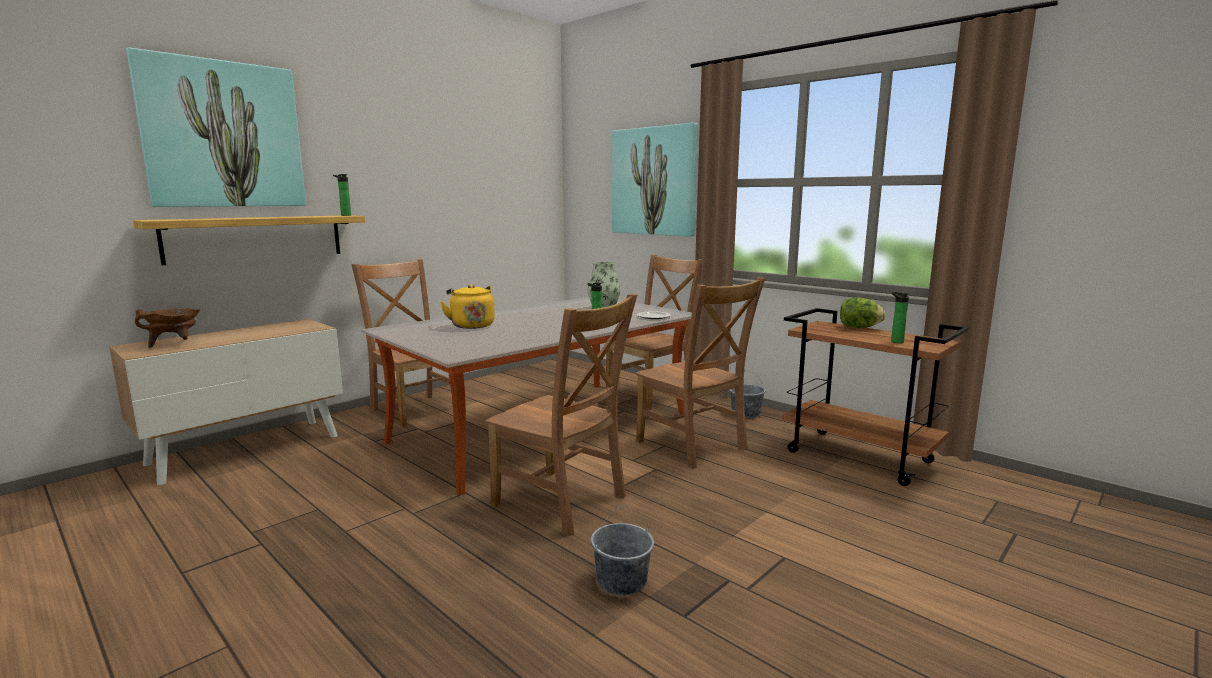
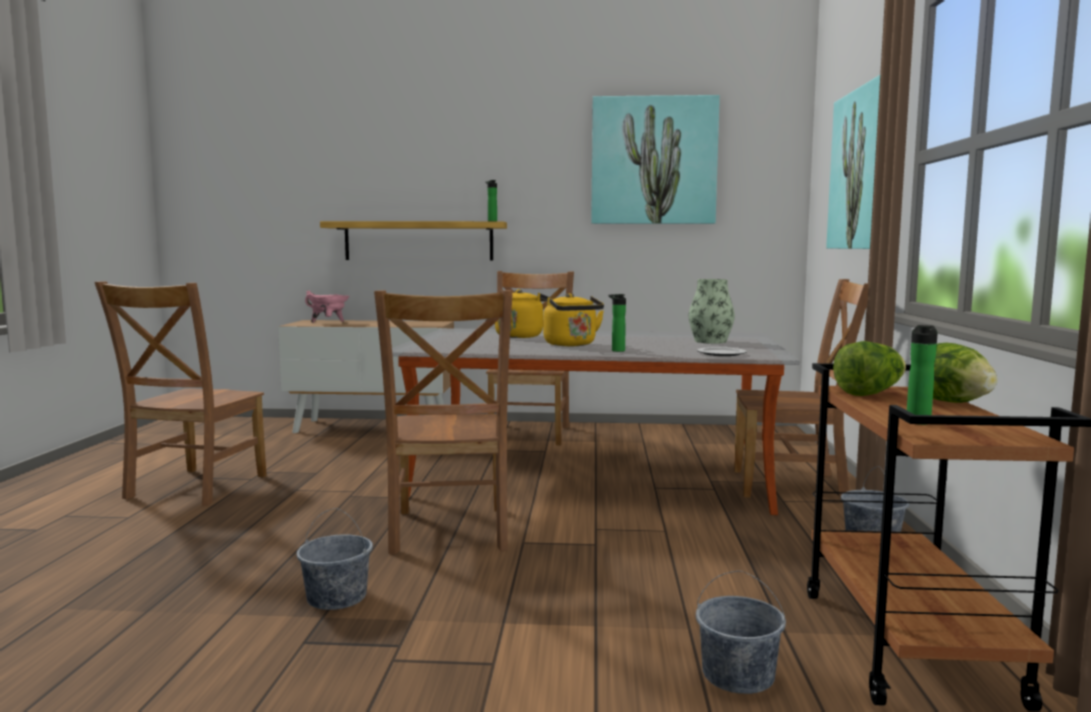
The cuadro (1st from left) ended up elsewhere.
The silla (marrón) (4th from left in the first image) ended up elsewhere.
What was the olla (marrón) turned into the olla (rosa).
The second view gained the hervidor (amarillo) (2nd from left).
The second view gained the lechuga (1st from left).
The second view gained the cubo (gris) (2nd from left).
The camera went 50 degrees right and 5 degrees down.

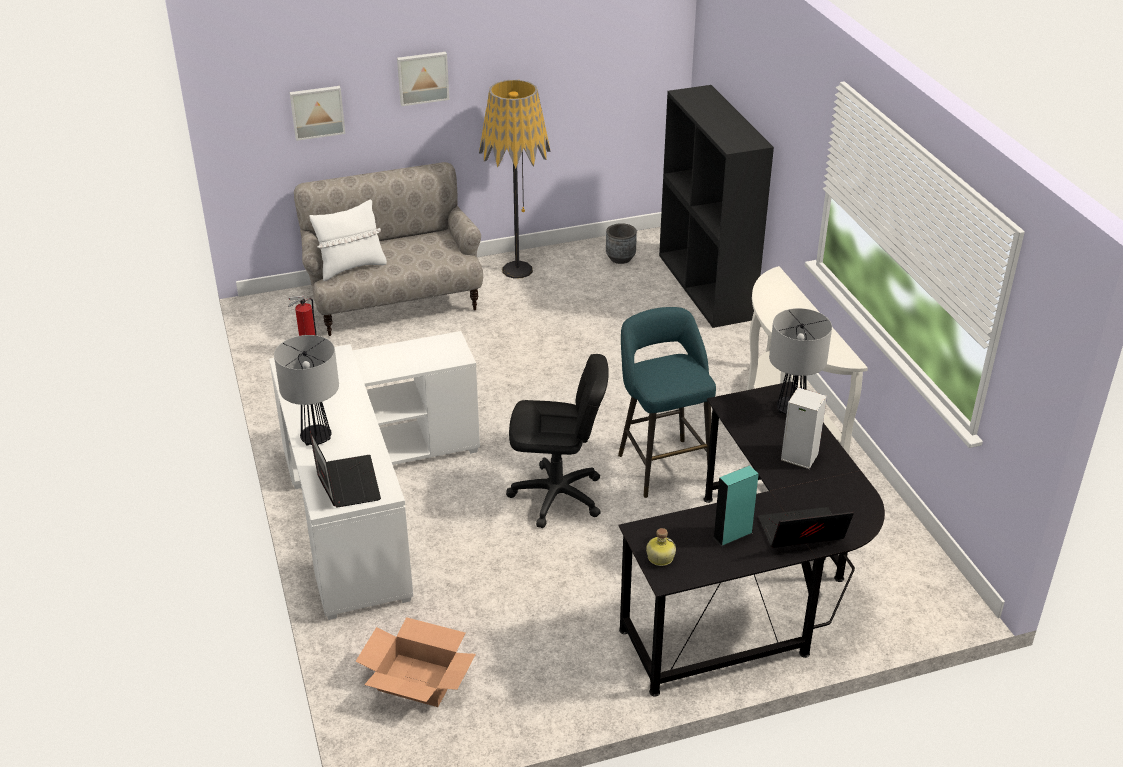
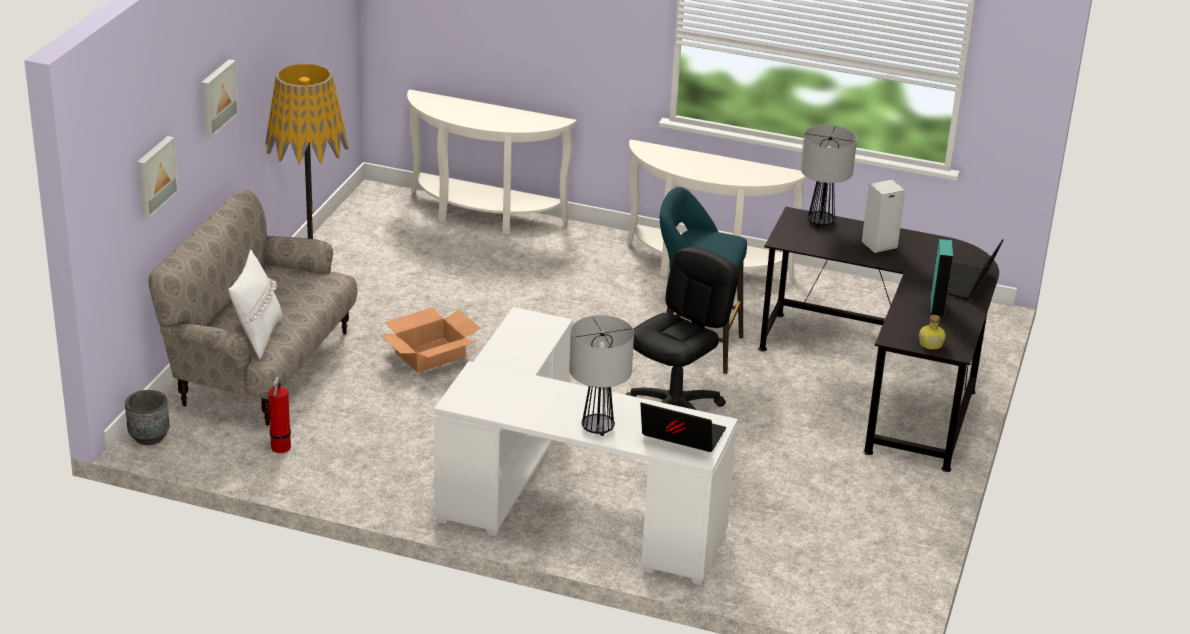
Where the estantería (negro) stood, the mesa consola (blanco) (1st from left) came to stand.
The maceta (gris) ended up elsewhere.
The caja de cartón ended up elsewhere.
The camera went 55 degrees left and 5 degrees down.

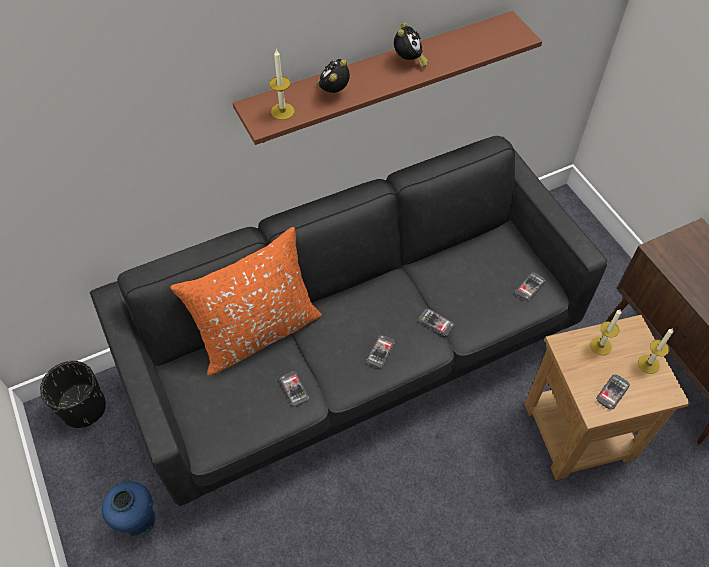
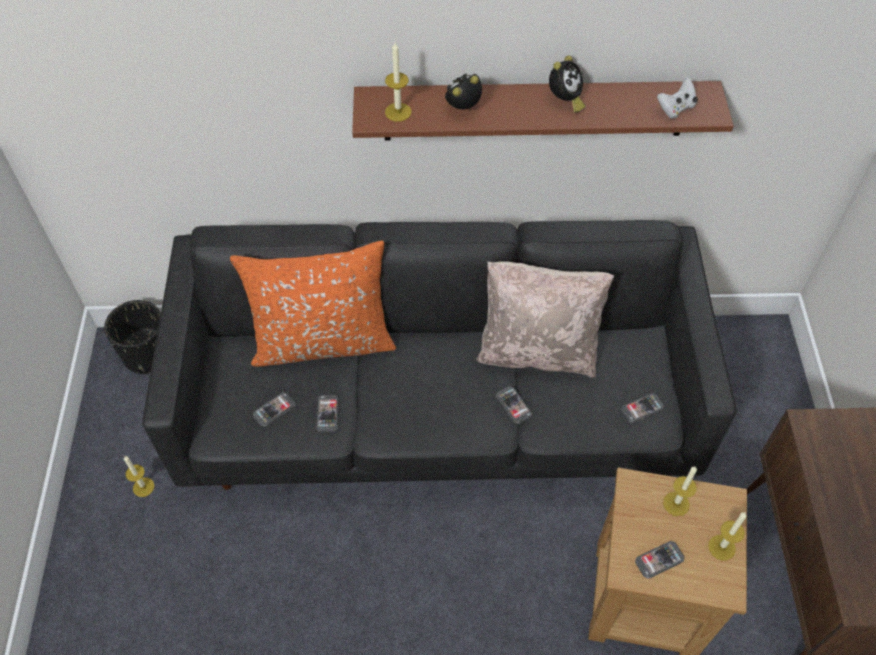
The móvil (2nd from left in the first image) ended up elsewhere.
Where the florero (azul) stood, the vela (1st from left) came to stand.
The second view gained the mando de consola (blanco).
The second view gained the cojín (beis).
The camera went 25 degrees right and 0 degrees up.

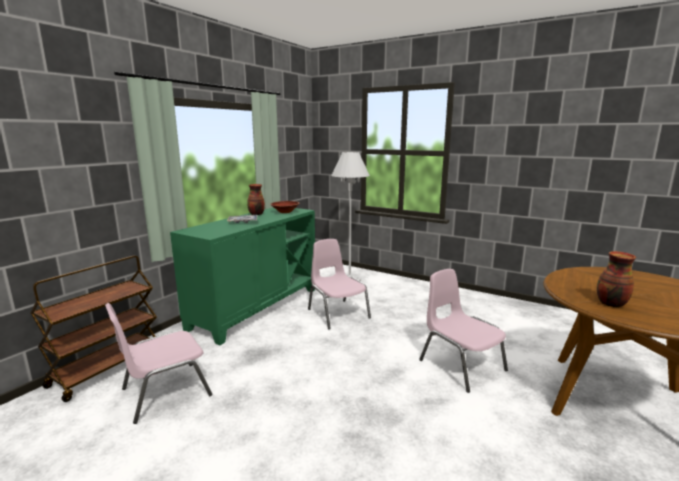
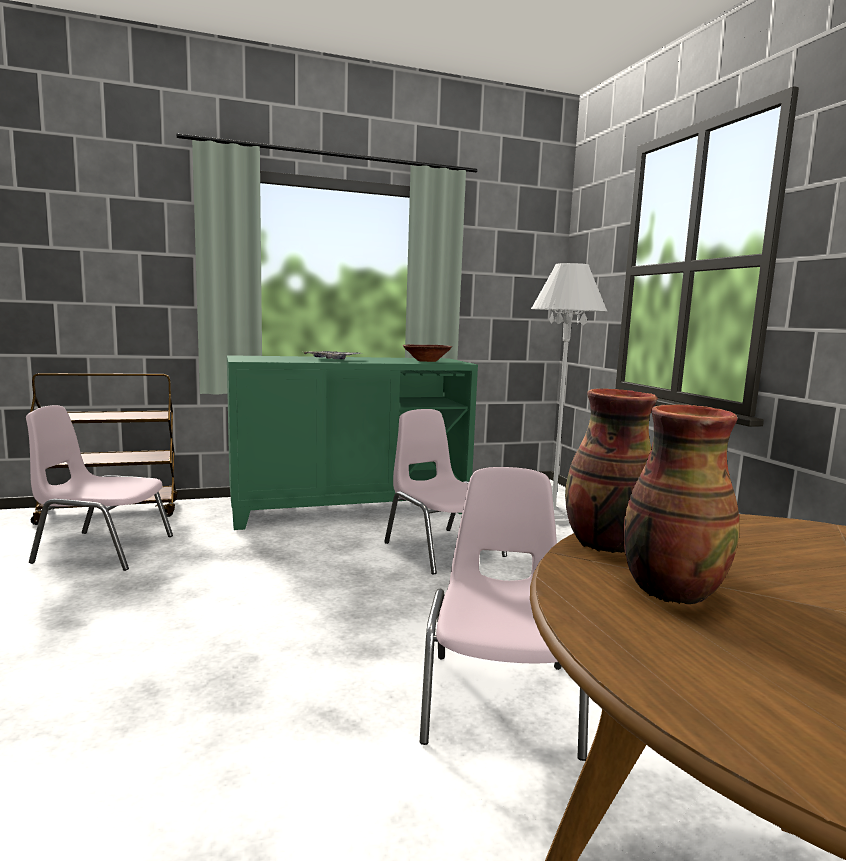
The florero (1st from left) ended up elsewhere.
The silla (rosa) (2nd from left) ended up facing another way, 45 degrees counterclockwise from before.
The camera went 40 degrees right and 5 degrees down.

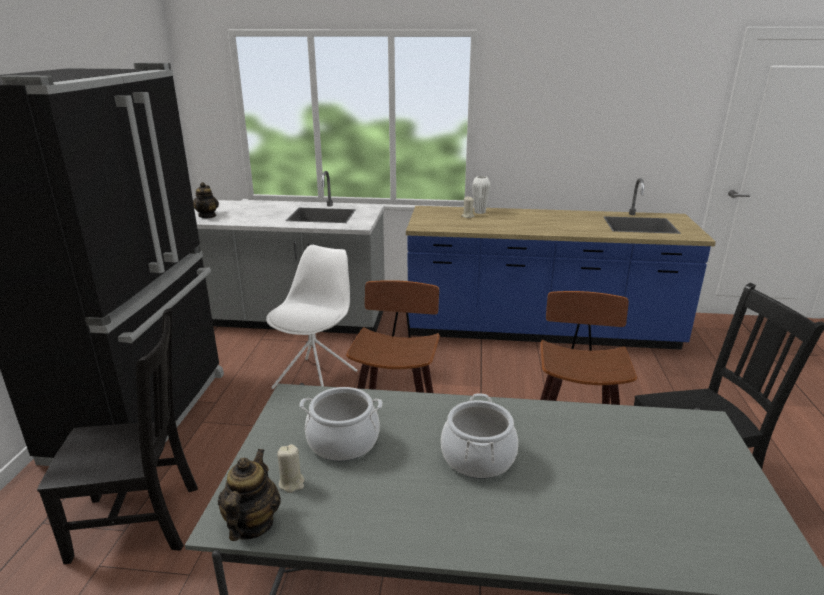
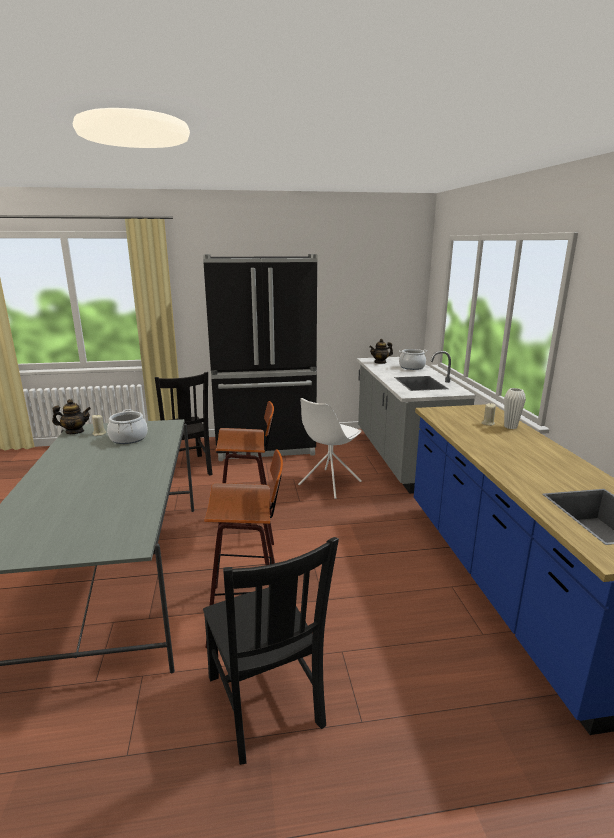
The silla (blanco) ended up facing another way, 120 degrees clockwise from before.
The olla (2nd from left) ended up elsewhere.
The camera went 75 degrees right and 5 degrees down.

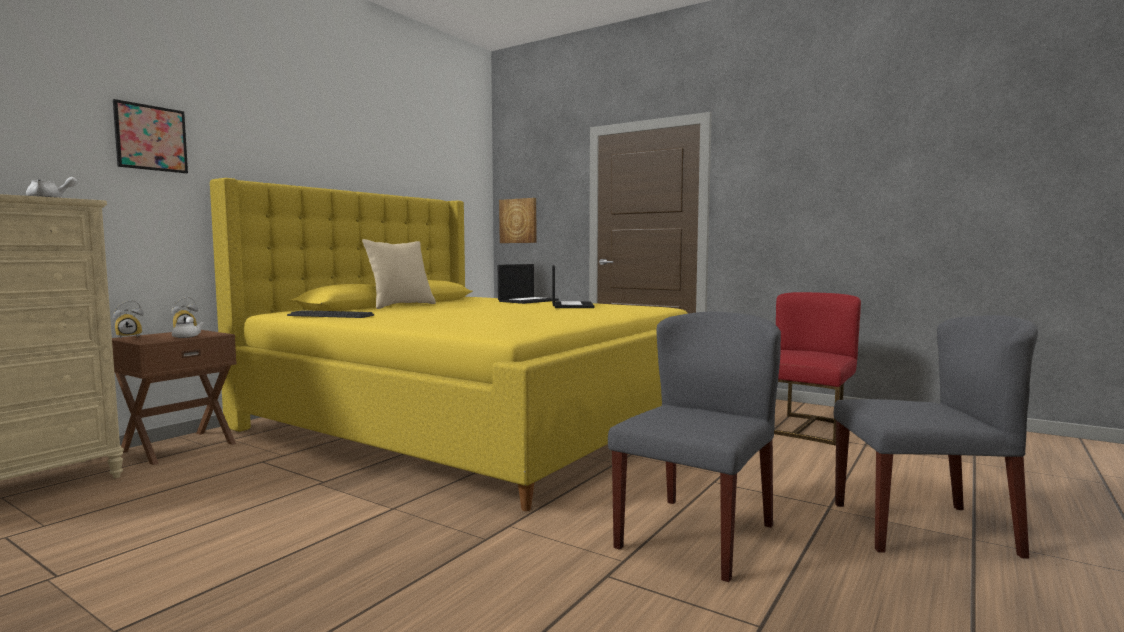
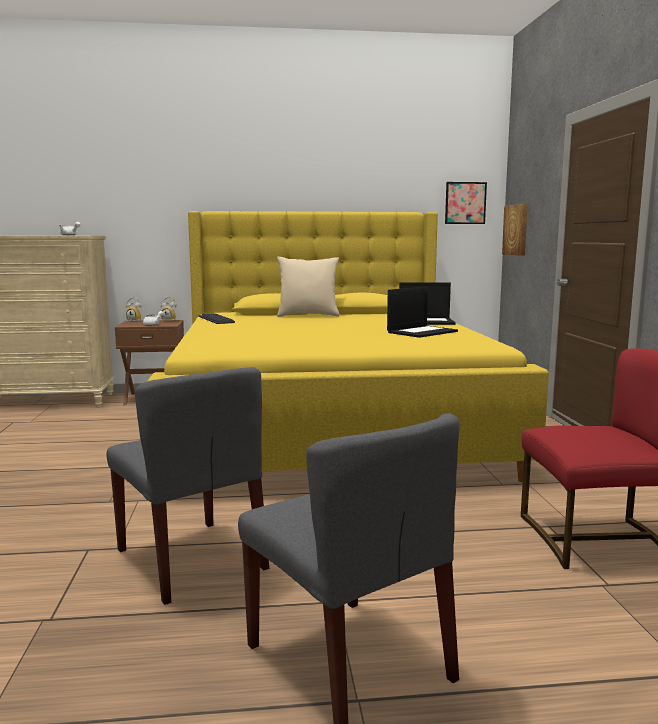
The cuadro (1st from left) ended up elsewhere.
The silla (gris) (1st from left) ended up facing another way, 60 degrees clockwise from before.
The camera went 50 degrees right and 5 degrees up.

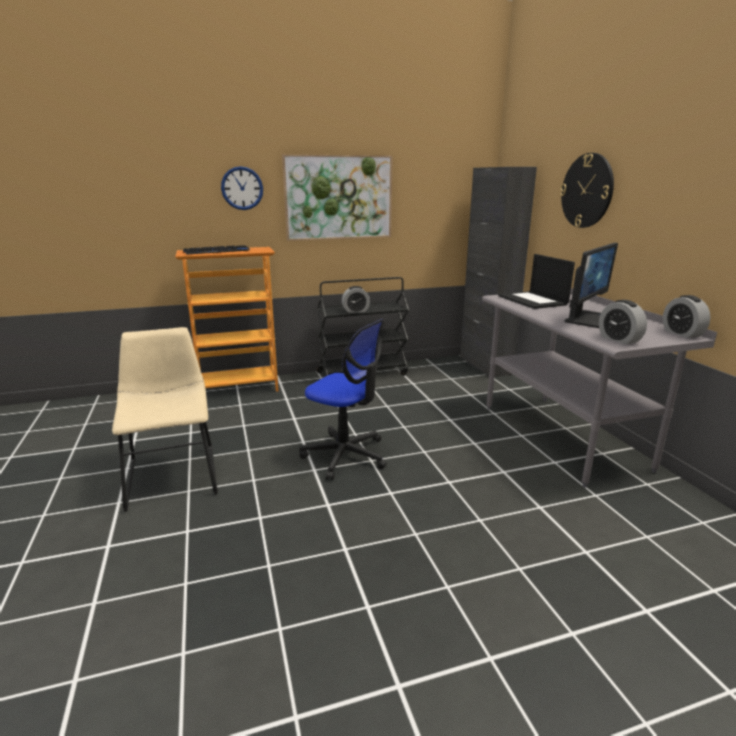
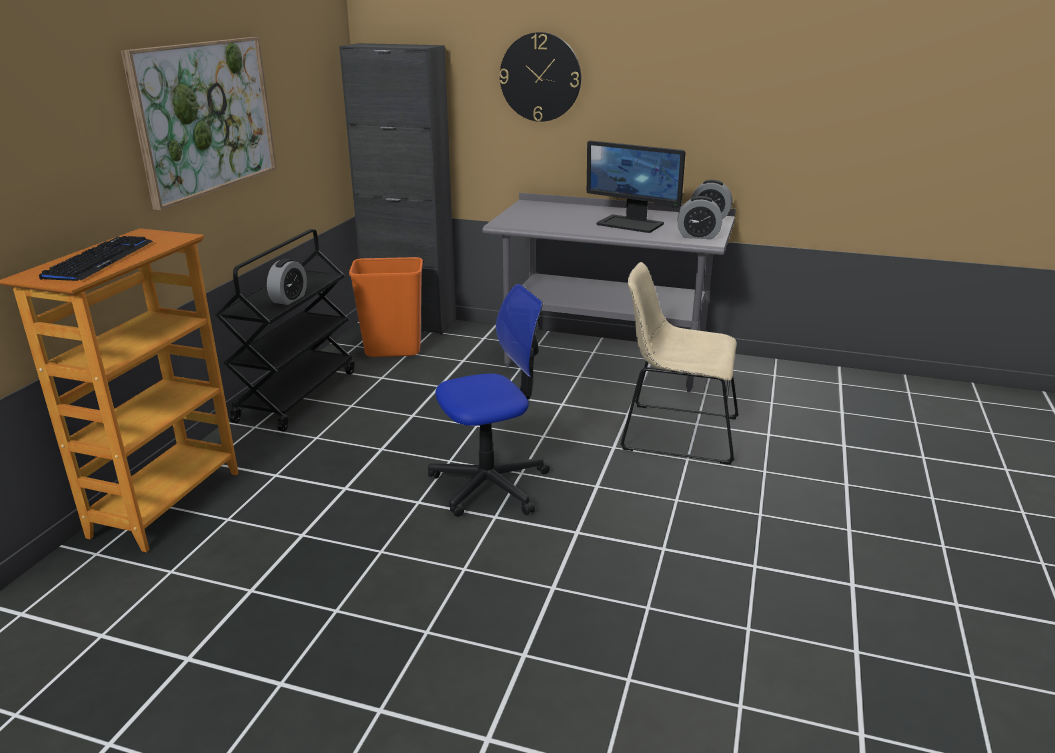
The second view lost the reloj de pared (1st from left).
The monitor ended up facing another way, 135 degrees clockwise from before.
The second view lost the portátil.
The silla (beis) ended up elsewhere.
The second view gained the papelera (naranja).
The camera went 55 degrees left and 5 degrees up.

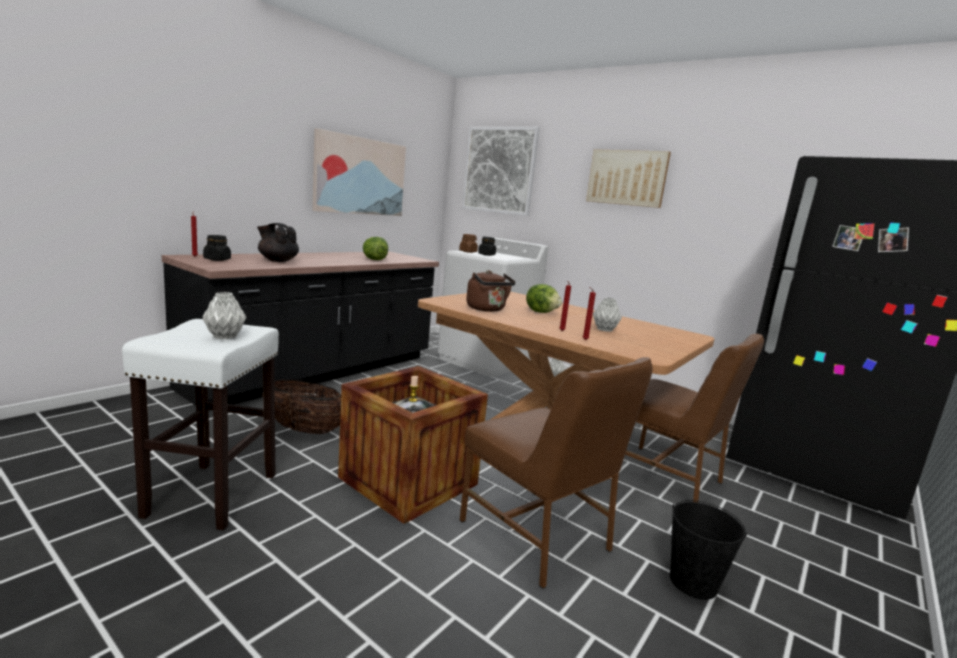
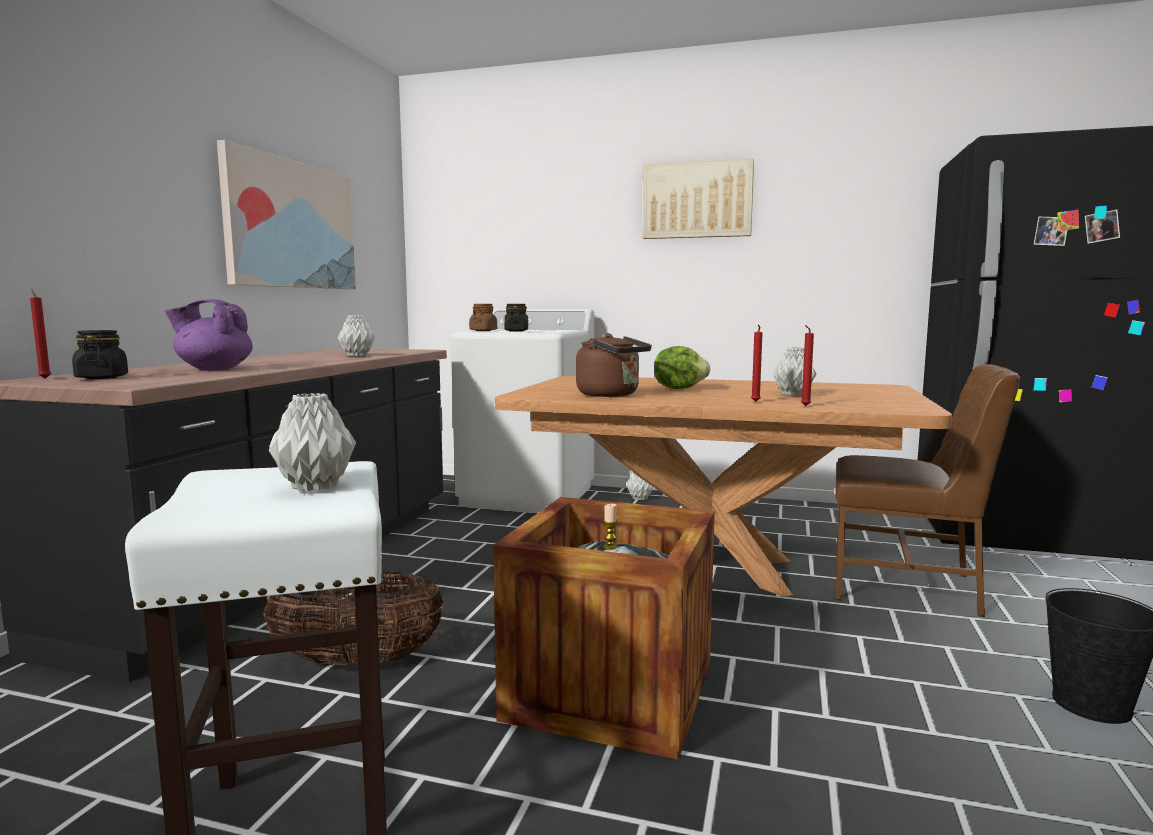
The second view lost the cuadro (2nd from left).
What was the tetera (negro) turned into the tetera (morado).
Where the lechuga (1st from left) stood, the florero (gris) (2nd from left) came to stand.
The second view lost the silla (marrón) (1st from left).
The camera went 20 degrees left and 5 degrees down.

